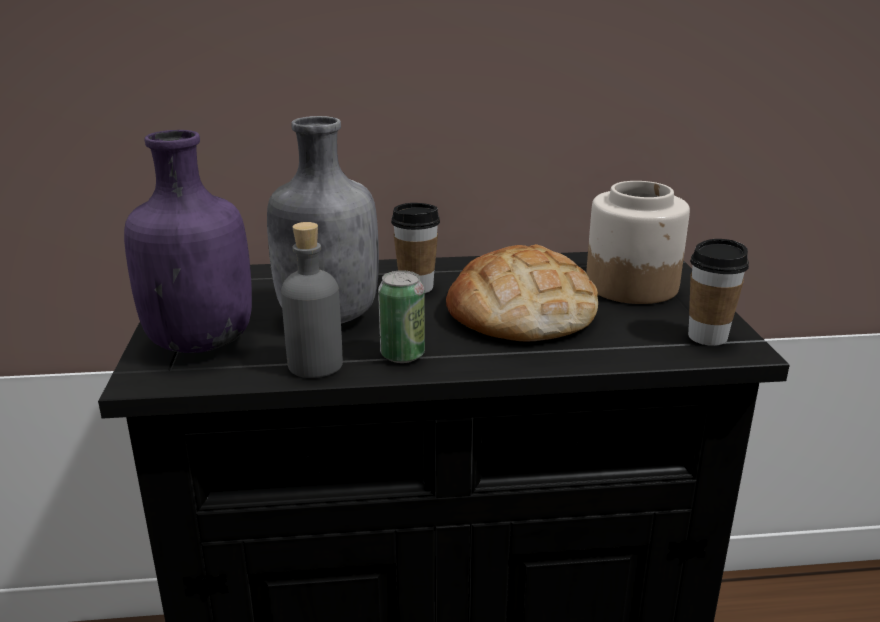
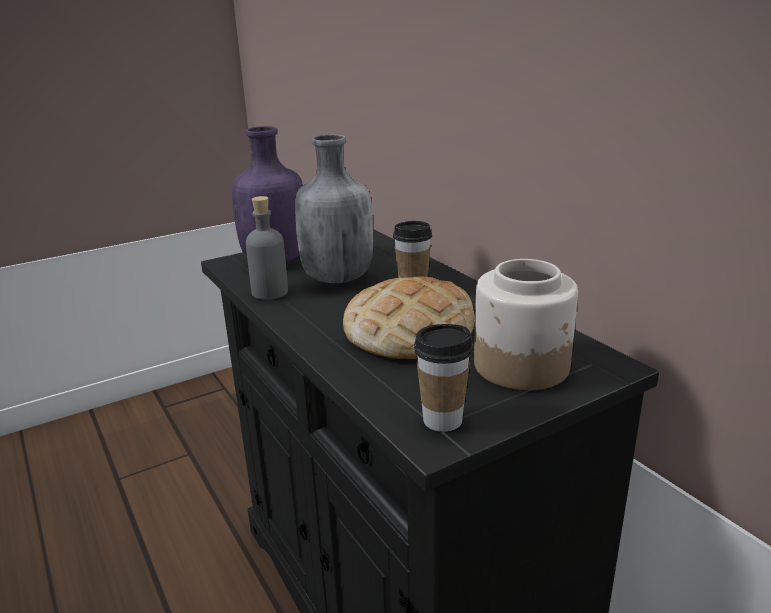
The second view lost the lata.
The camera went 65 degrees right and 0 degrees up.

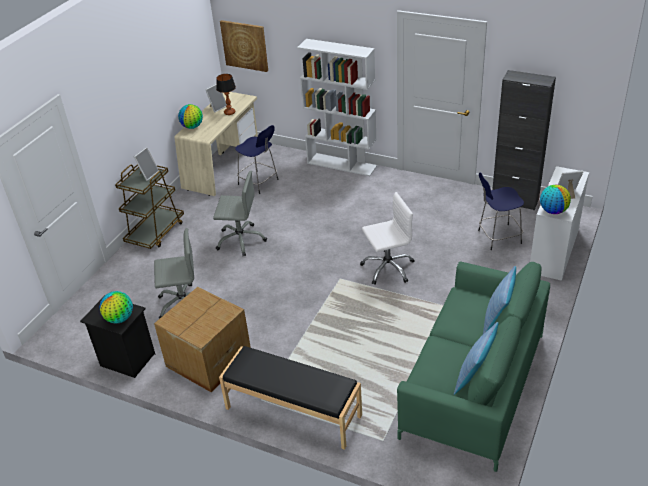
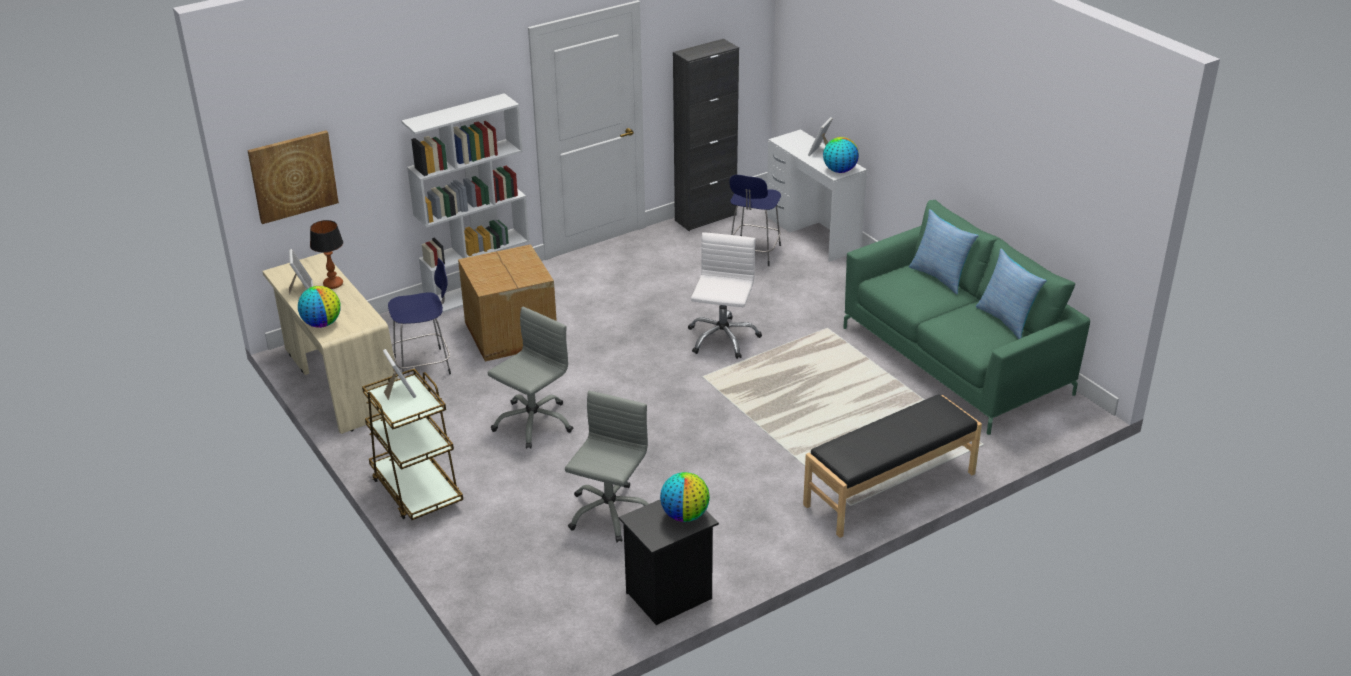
The caja de cartón ended up elsewhere.
The camera went 60 degrees left and 5 degrees down.

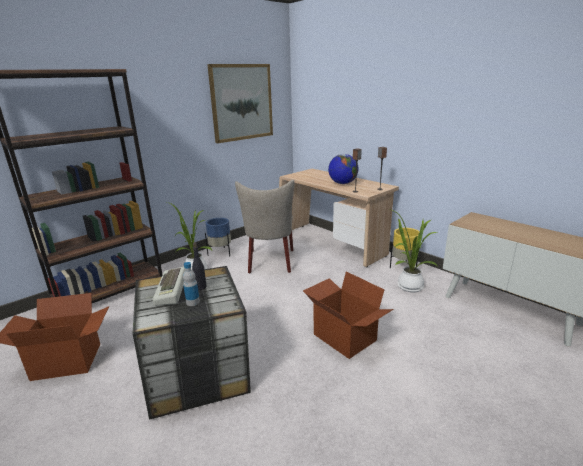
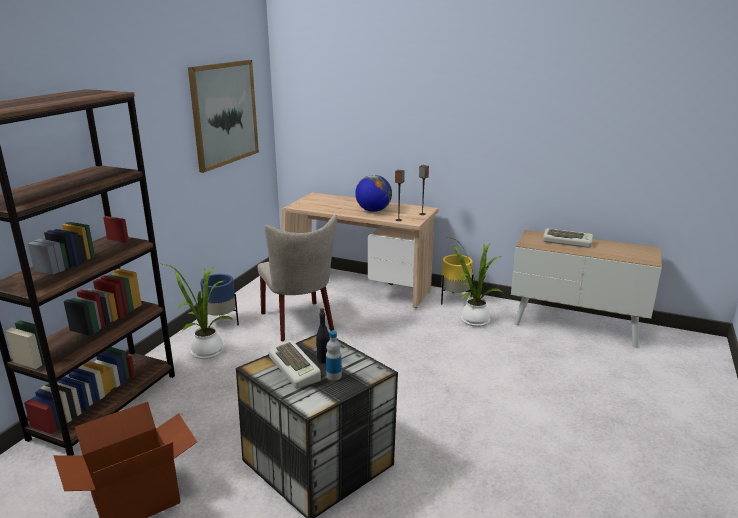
The second view lost the caja de cartón (2nd from left).
The second view gained the teclado (2nd from left).
The camera went 25 degrees left and 0 degrees up.

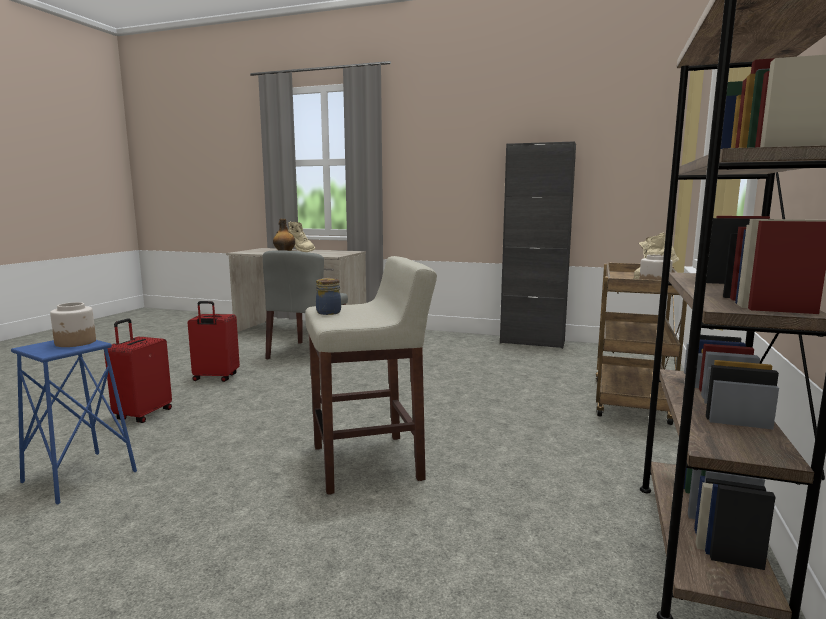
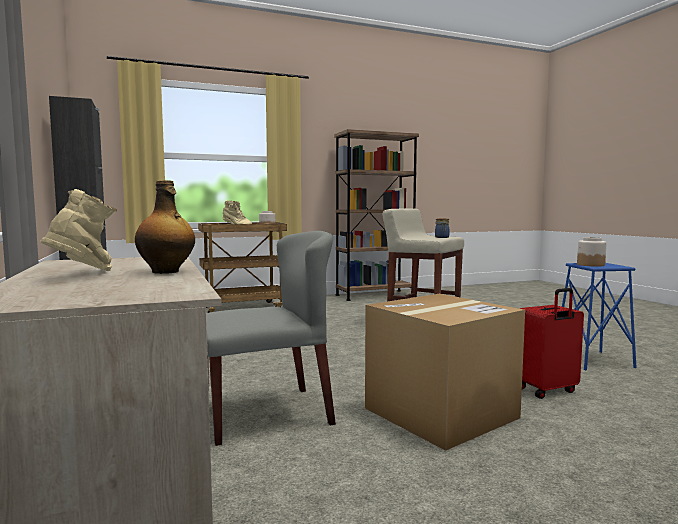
Where the maleta (rojo) (2nd from left) stood, the caja de cartón came to stand.
The camera went 130 degrees left and 5 degrees down.

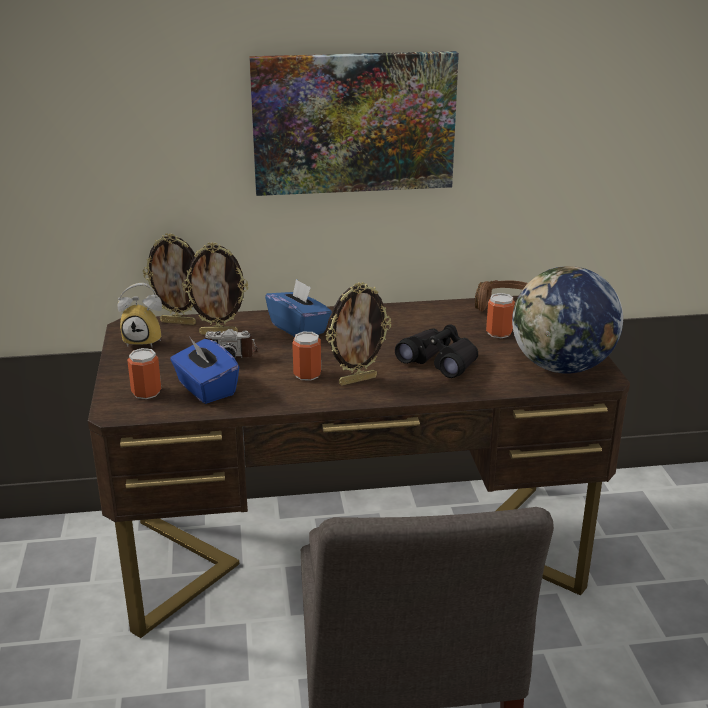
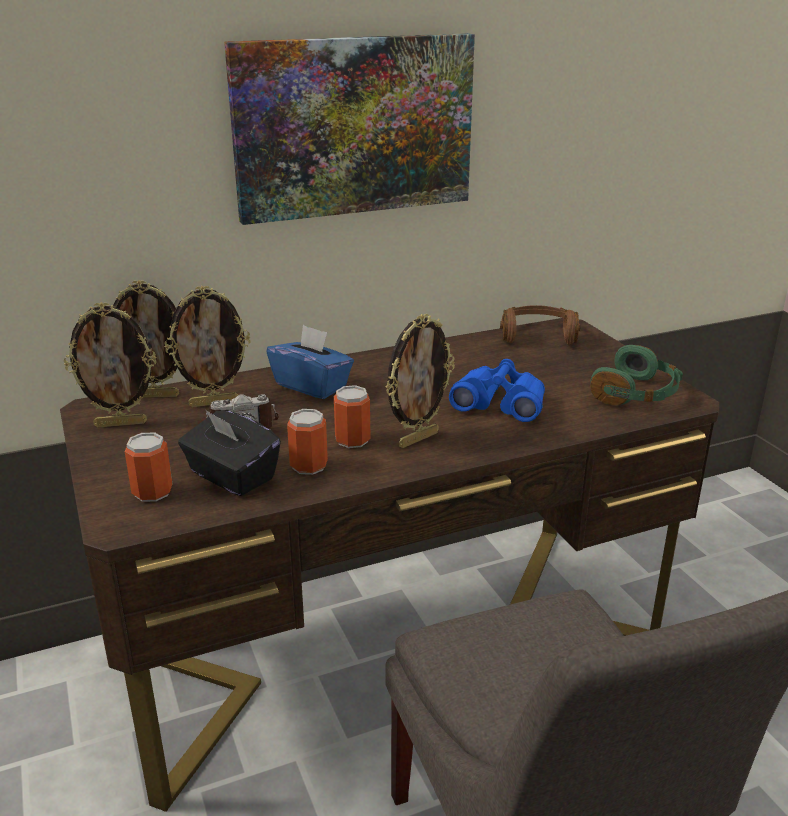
Where the globo terráqueo stood, the auriculares (verde) came to stand.
Where the despertador stood, the portarretratos (1st from left) came to stand.
The lata (3rd from left in the first image) ended up elsewhere.
What was the prismáticos (negro) turned into the prismáticos (azul).
What was the caja de pañuelos (azul) (1st from left) turned into the caja de pañuelos (negro).
The camera went 15 degrees left and 0 degrees up.

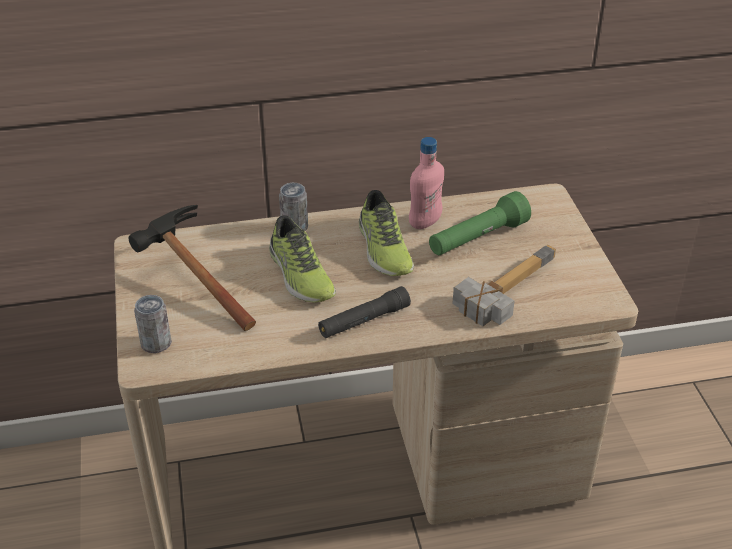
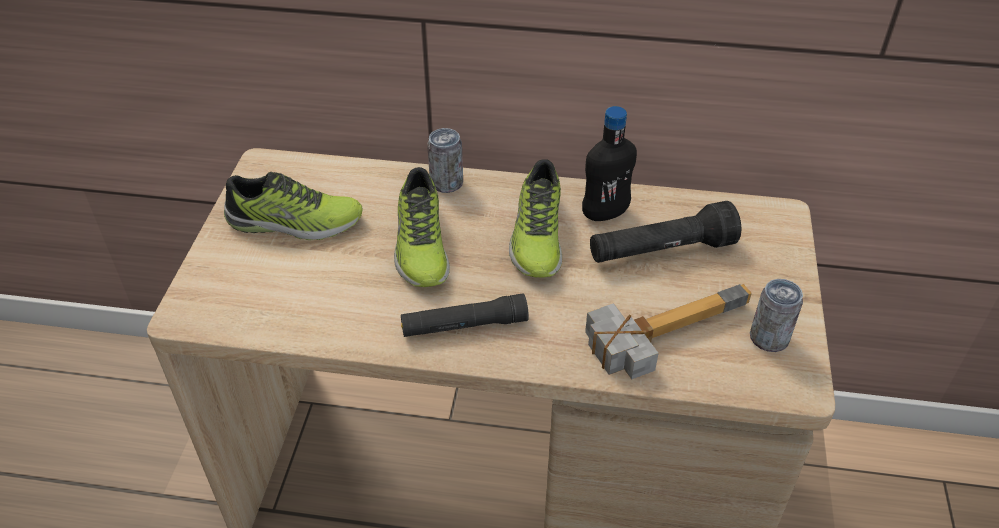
What was the botella (rosa) turned into the botella (negro).
What was the linterna (verde) turned into the linterna (negro) (2nd from left).
Where the martillo (1st from left) stood, the zapato (1st from left) came to stand.
The lata (1st from left in the first image) ended up elsewhere.
The camera went 20 degrees right and 5 degrees up.

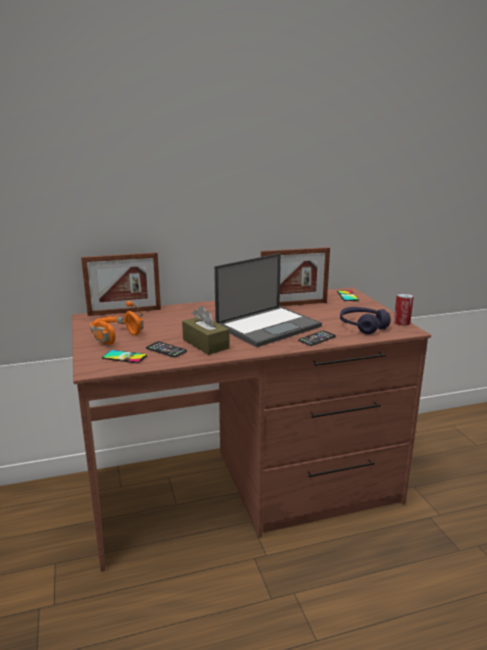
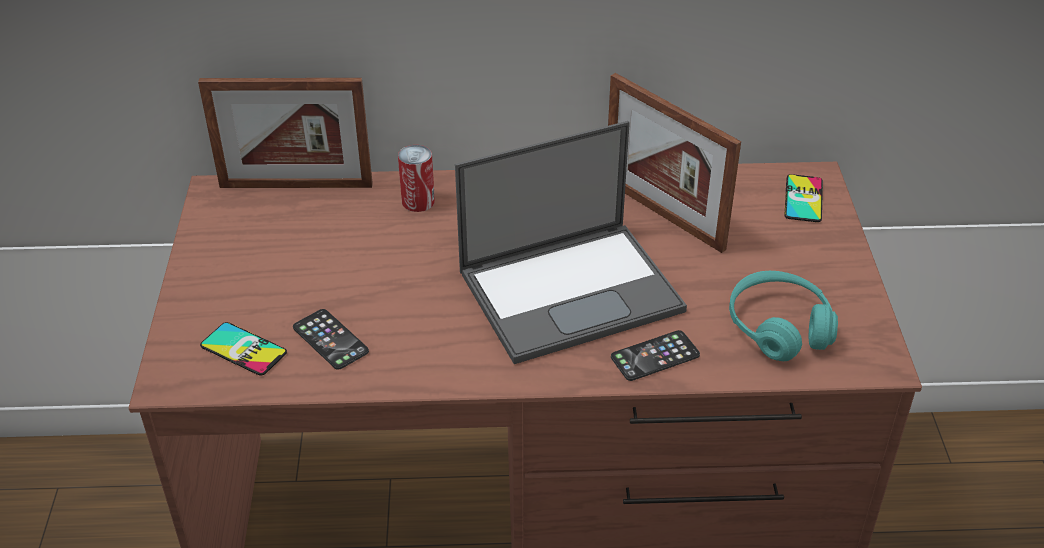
The portarretratos (2nd from left) ended up facing another way, 45 degrees clockwise from before.
The lata ended up elsewhere.
The second view lost the auriculares (naranja).
The second view lost the caja de pañuelos (marrón).
What was the auriculares (morado) turned into the auriculares (turquesa).
The camera went 15 degrees right and 20 degrees up.

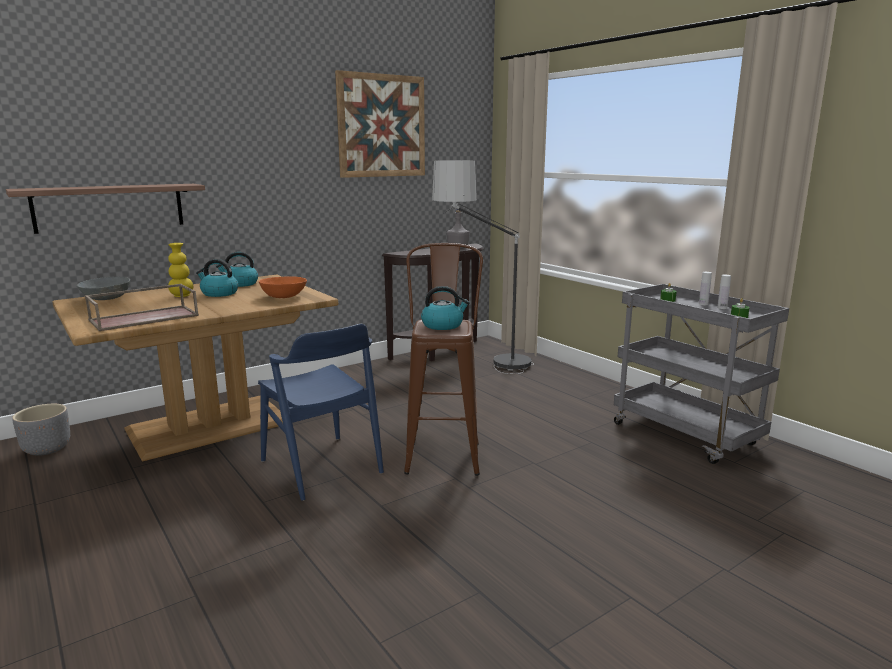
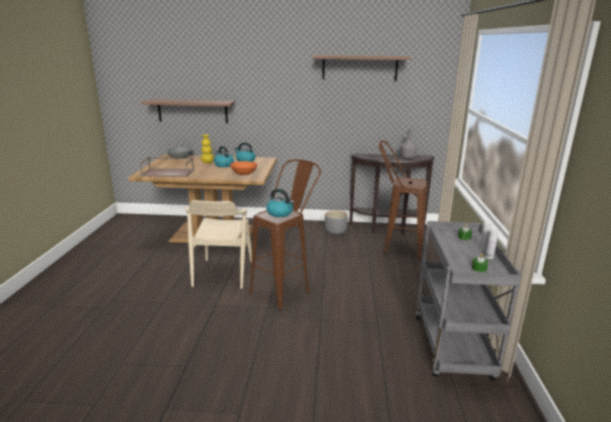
Where the cuadro hung, the estante (2nd from left) came to hang.
Where the lámpara de pie stood, the taburete (marrón) (2nd from left) came to stand.
What was the silla (azul) turned into the silla (beis).
The maceta (gris) ended up elsewhere.
The camera went 40 degrees right and 5 degrees up.

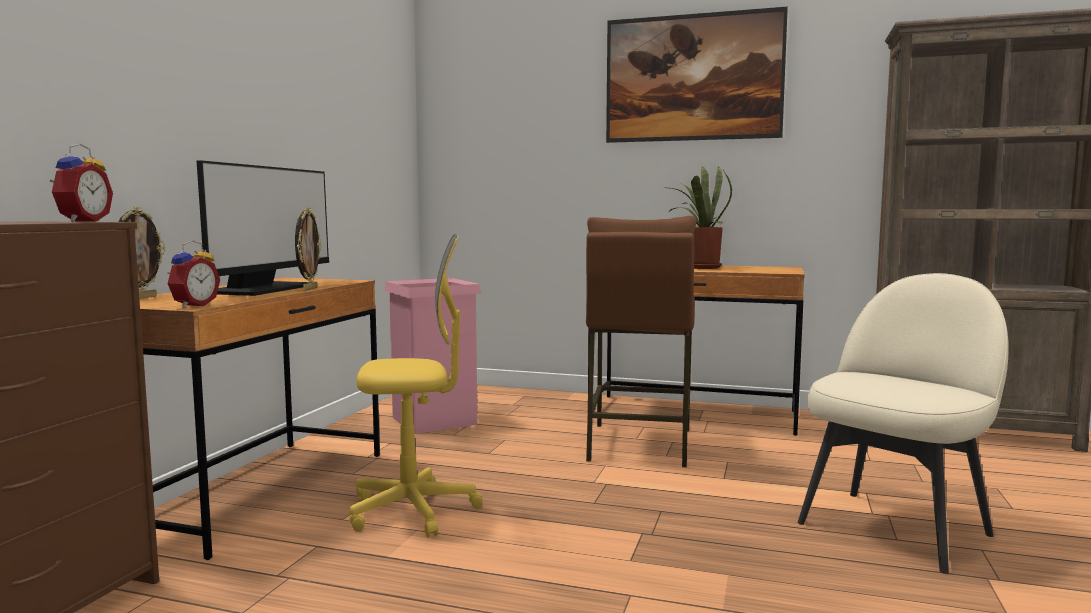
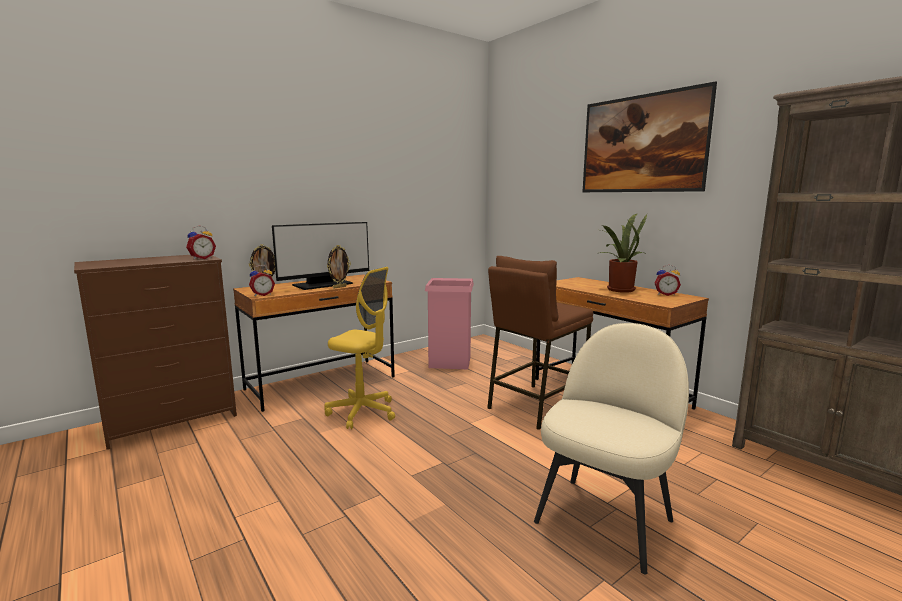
The silla (beis) ended up facing another way, 45 degrees counterclockwise from before.
The second view gained the despertador (3rd from left).
The camera went 35 degrees right and 5 degrees up.

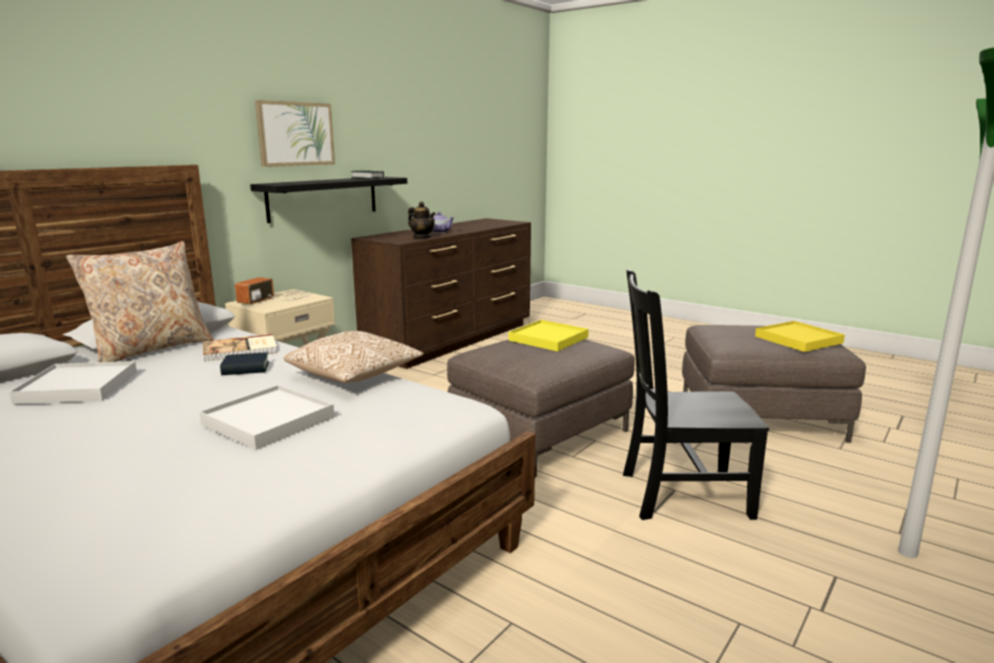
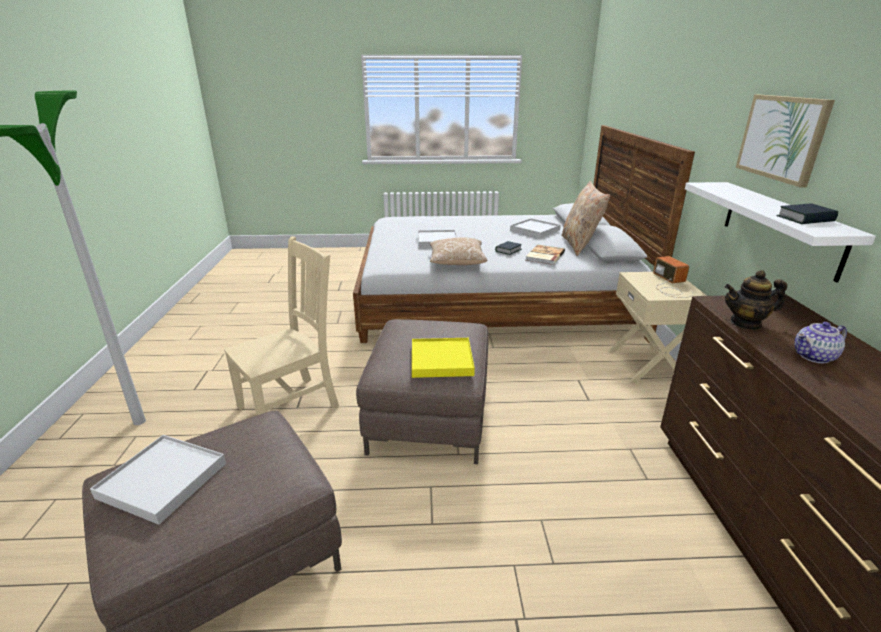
What was the estante (negro) turned into the estante (blanco).
What was the silla (negro) turned into the silla (beis).
What was the bandeja (amarillo) (2nd from left) turned into the bandeja (blanco) (1st from left).
The camera went 140 degrees right and 10 degrees up.

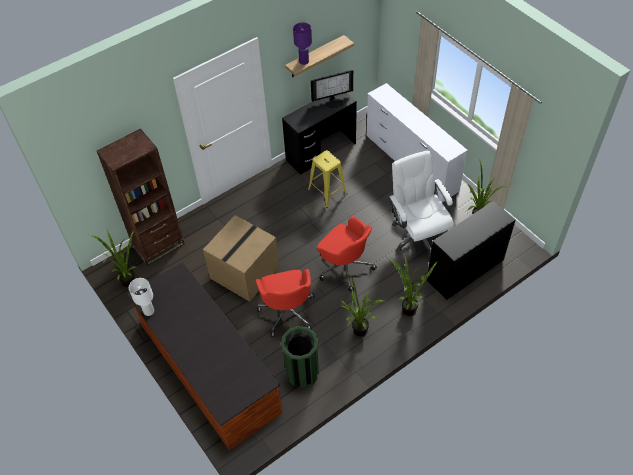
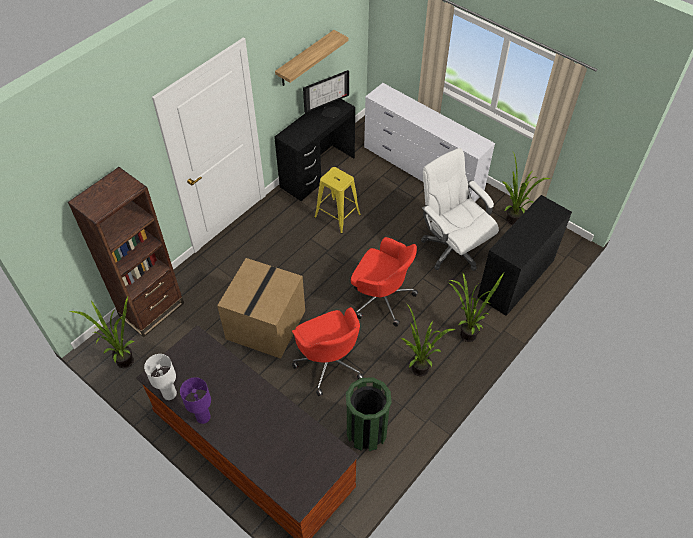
The lámpara de mesa (morado) ended up elsewhere.
The camera went 15 degrees left and 0 degrees up.

